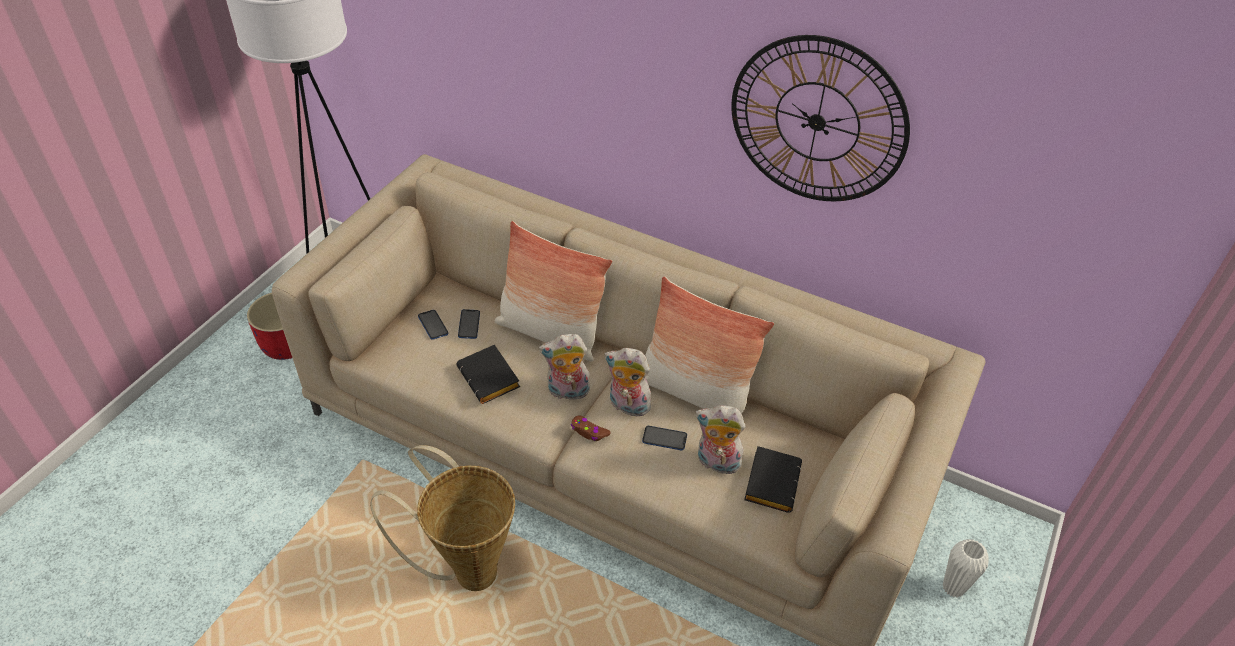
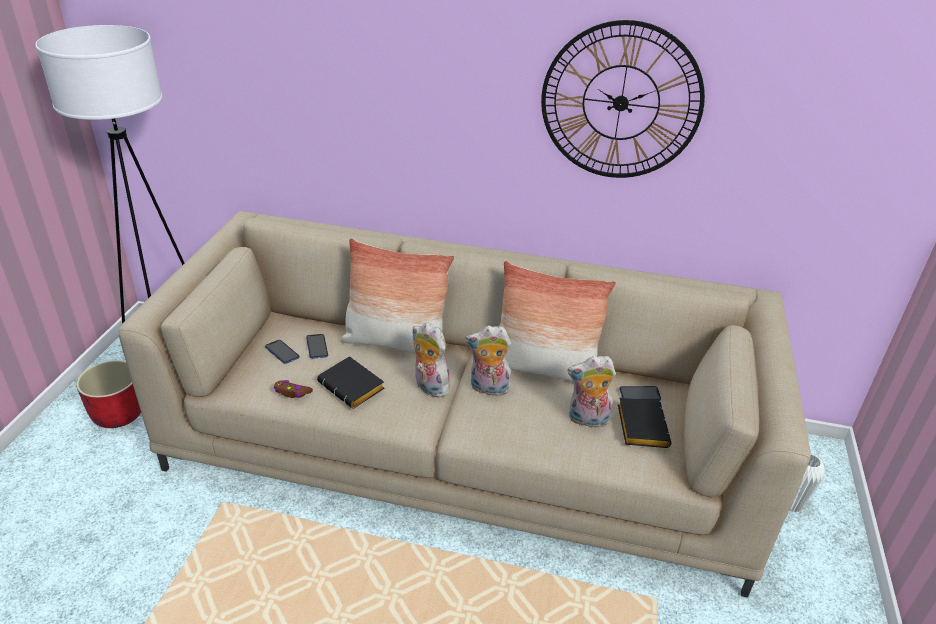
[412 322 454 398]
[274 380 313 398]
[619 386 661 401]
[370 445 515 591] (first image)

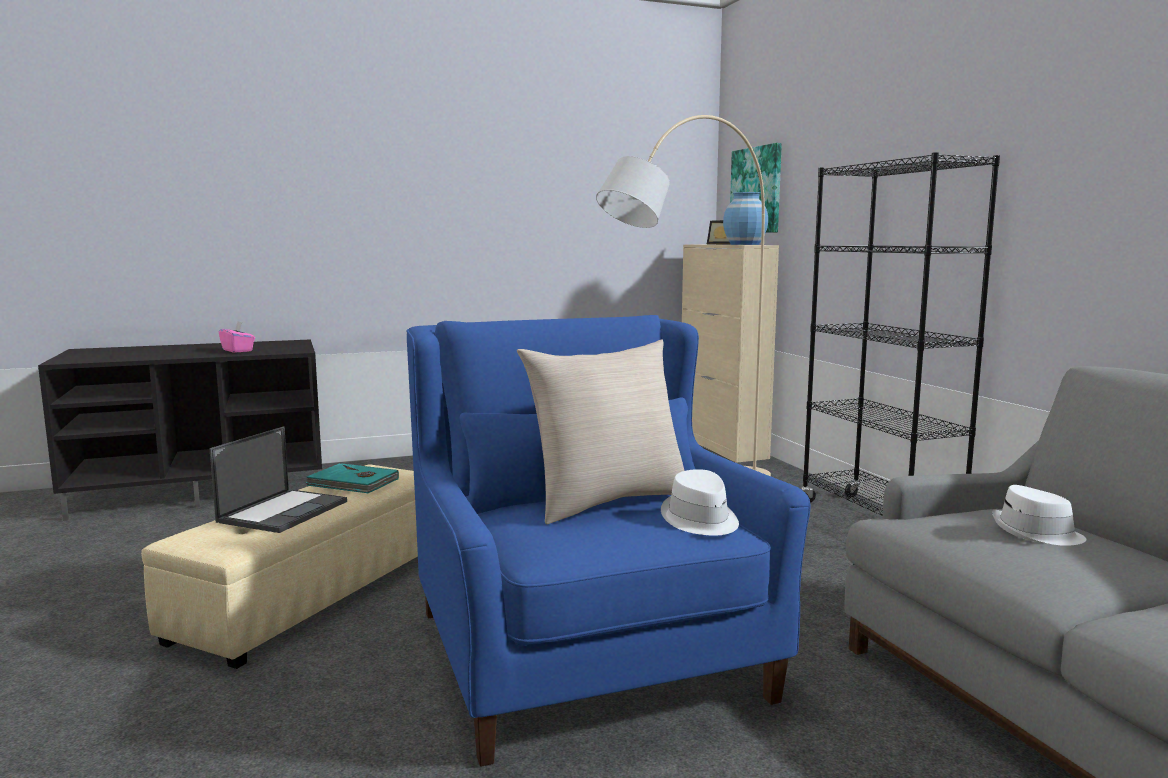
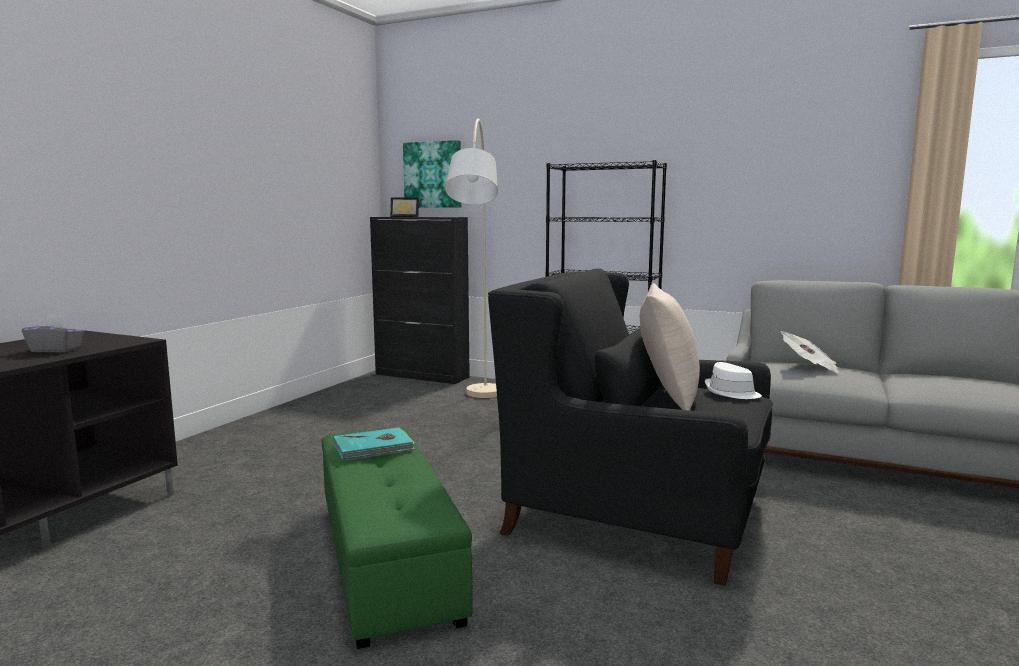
[723 192 768 245] (first image)
[370 217 470 384]
[488 268 773 586]
[22 315 84 353]
[209 426 347 533] (first image)
[321 427 473 649]
[780 331 838 373]

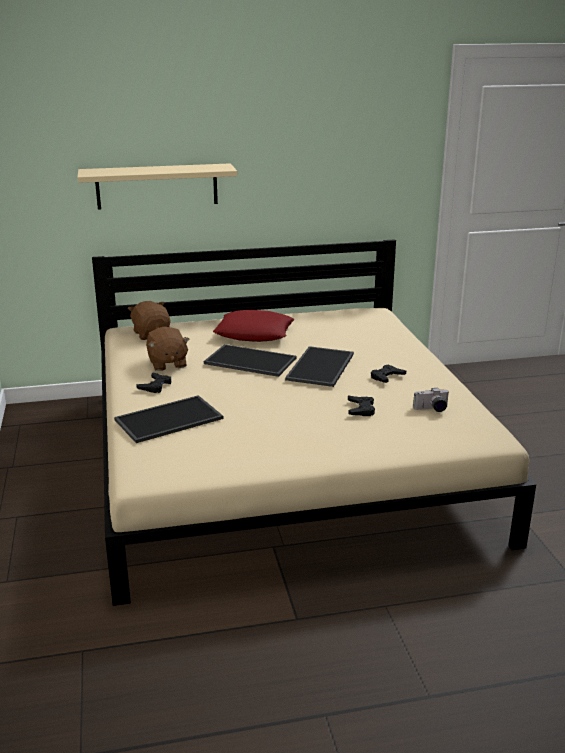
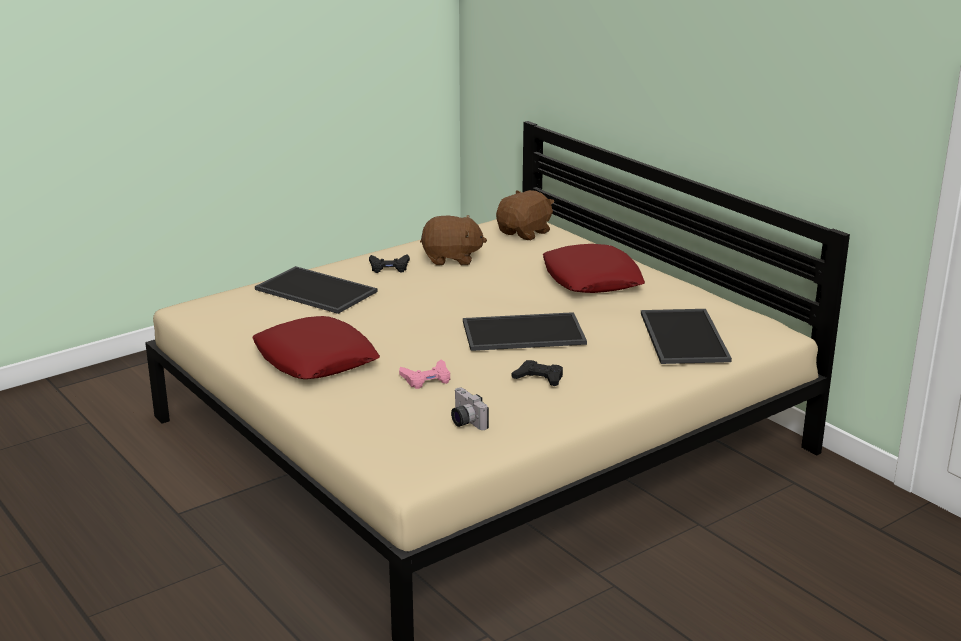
[77 163 237 210] (first image)
[420 215 487 265]
[641 309 732 364]
[399 359 450 389]
[252 316 380 379]

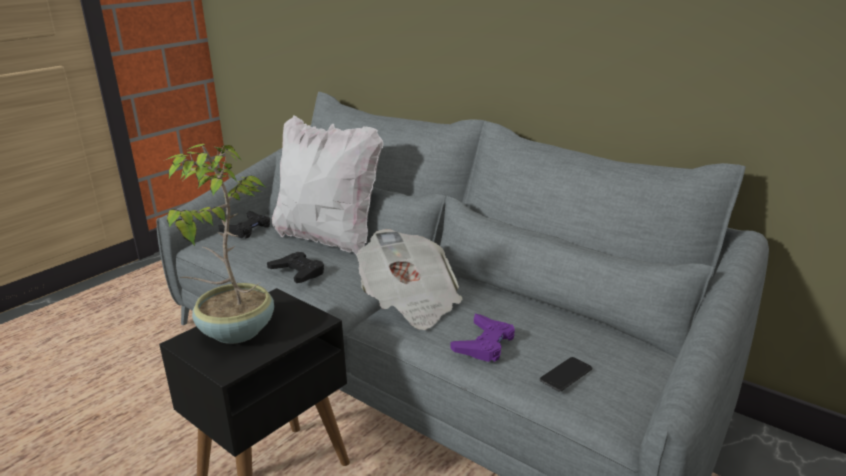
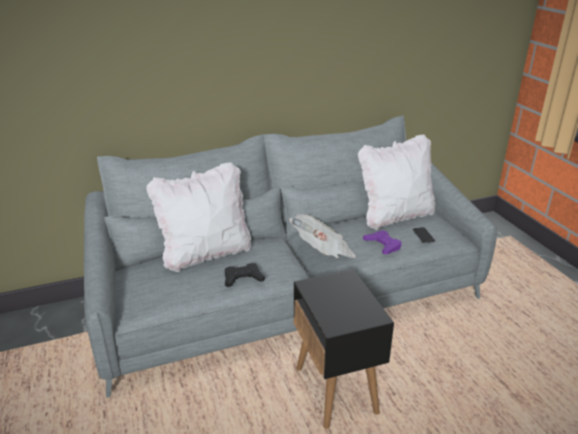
[163 144 274 344] (first image)
[218 211 270 238] (first image)
[358 135 435 230]

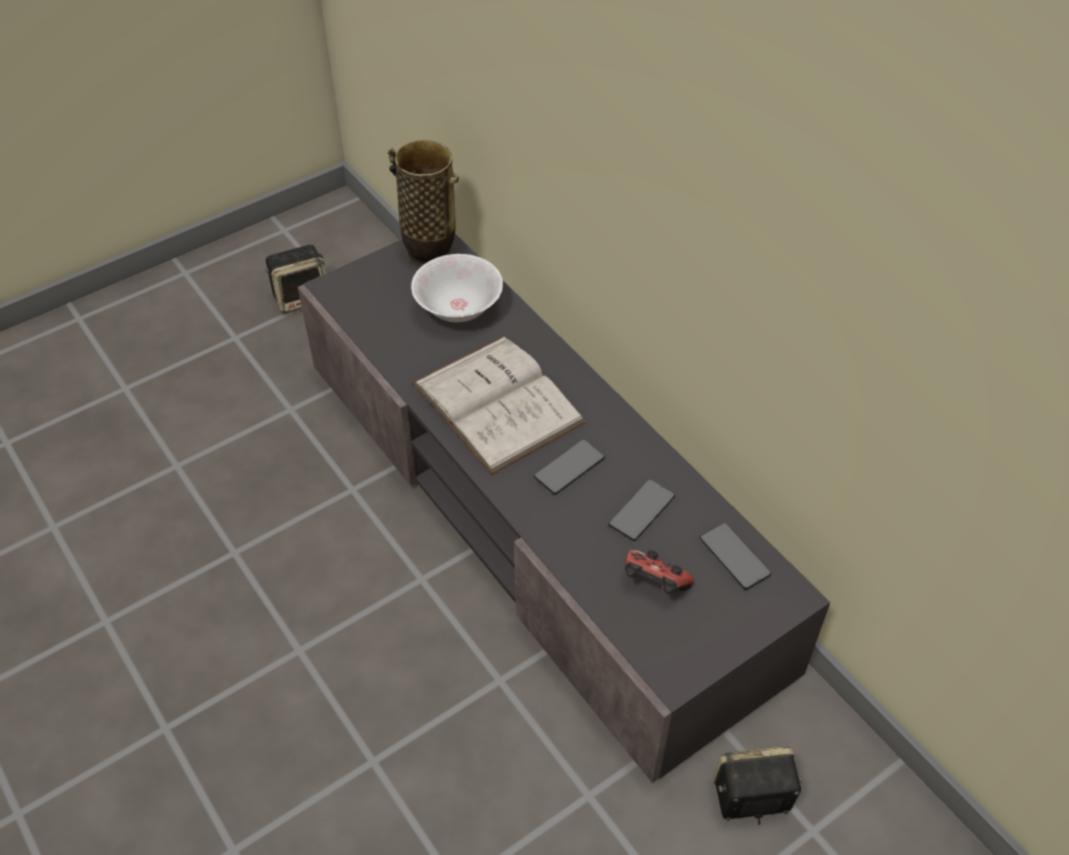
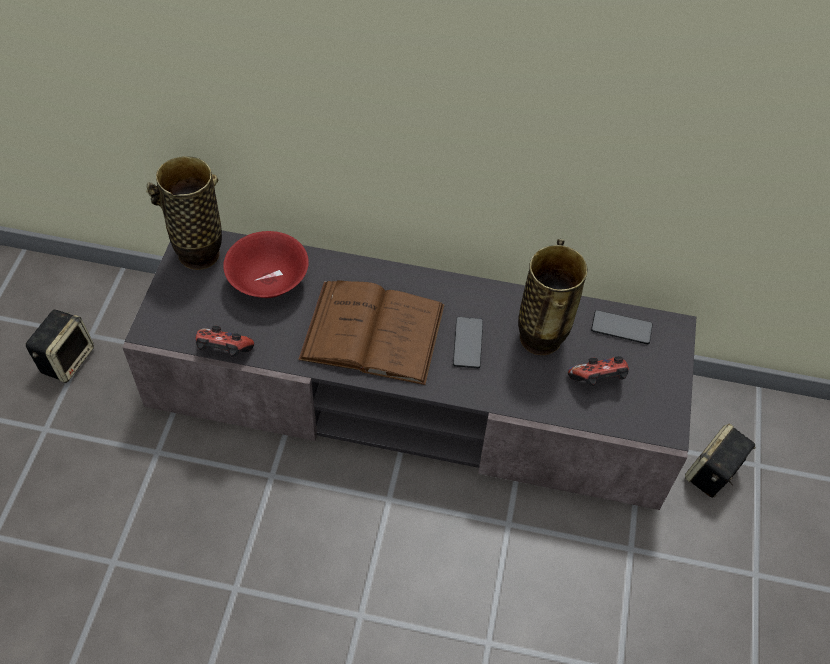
[223 231 309 298]
[298 280 445 385]
[518 239 588 355]
[195 326 254 357]

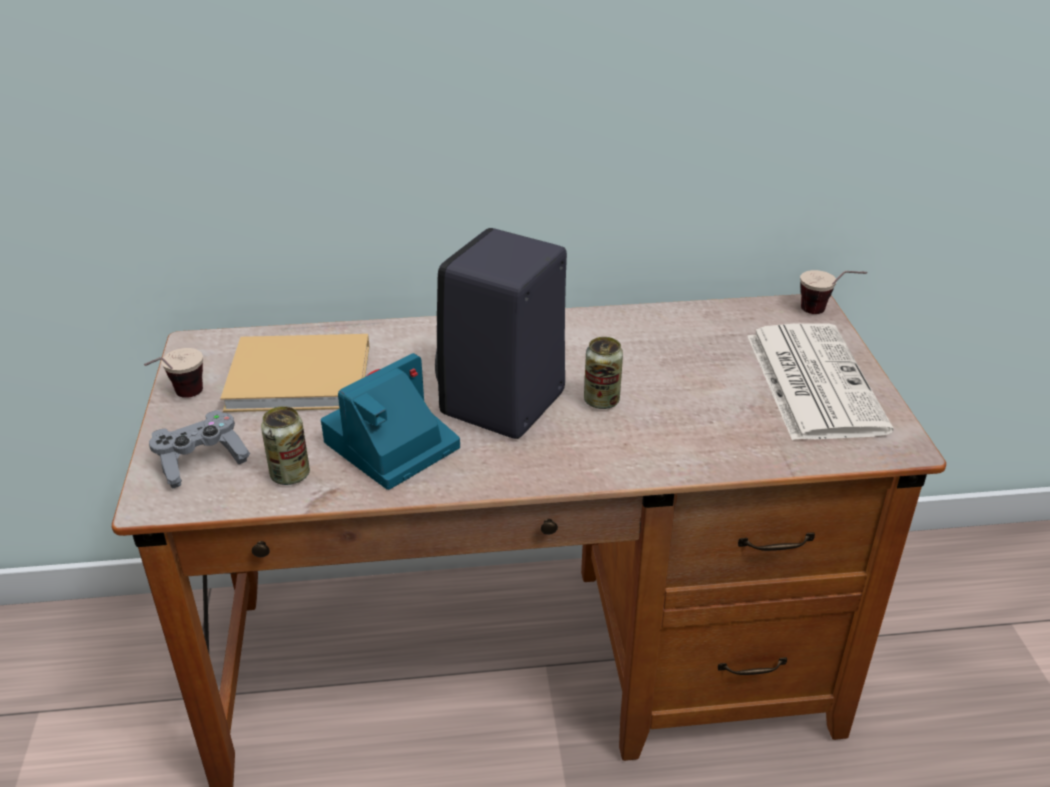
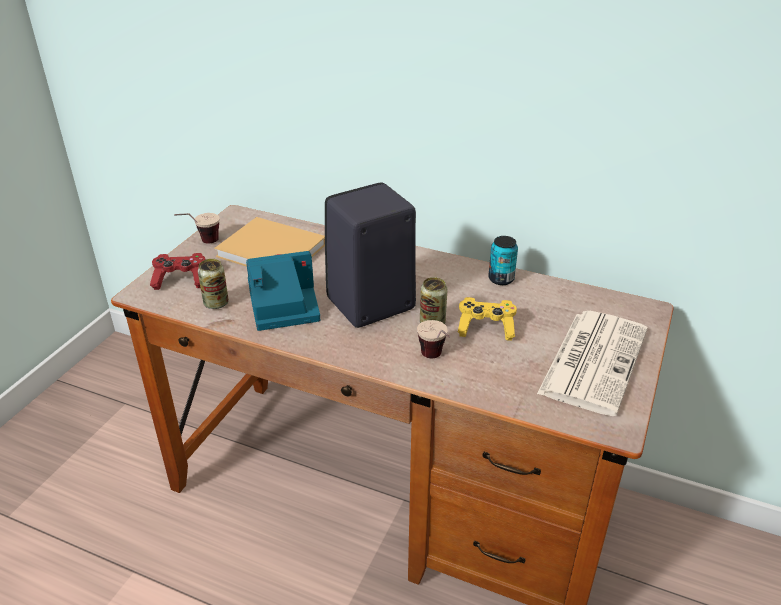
[417 320 450 358]
[150 253 205 290]
[488 236 518 285]
[458 297 517 341]

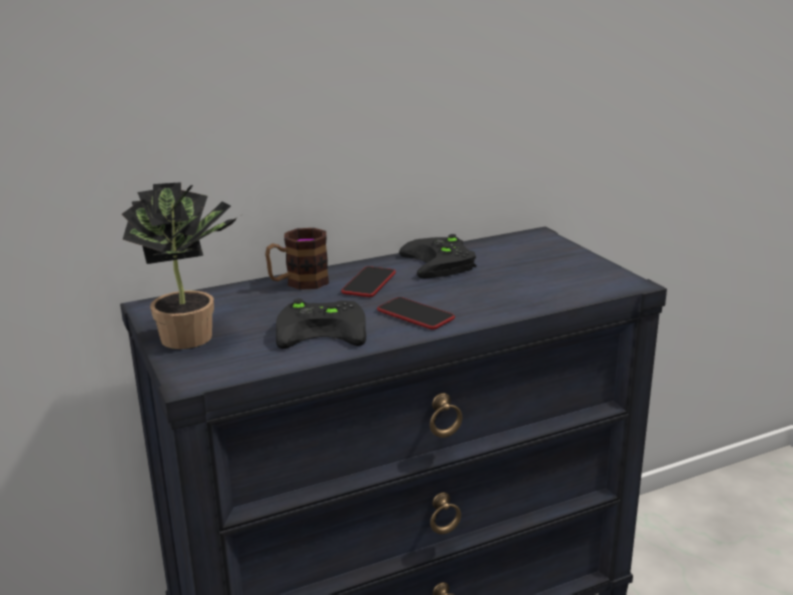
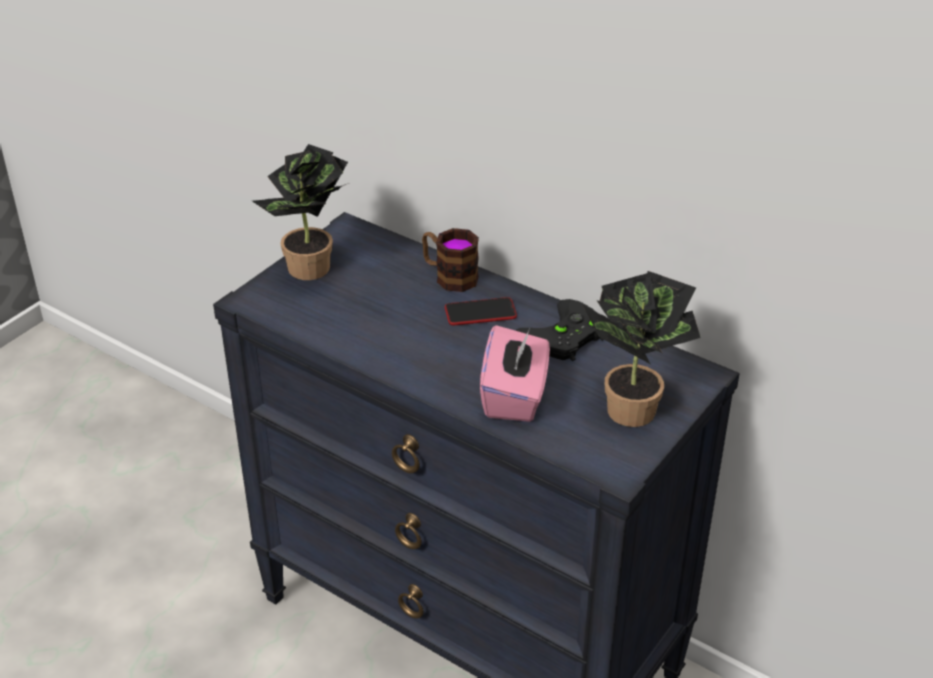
[377 297 455 330] (first image)
[276 298 366 349] (first image)
[582 271 701 427]
[480 325 550 422]

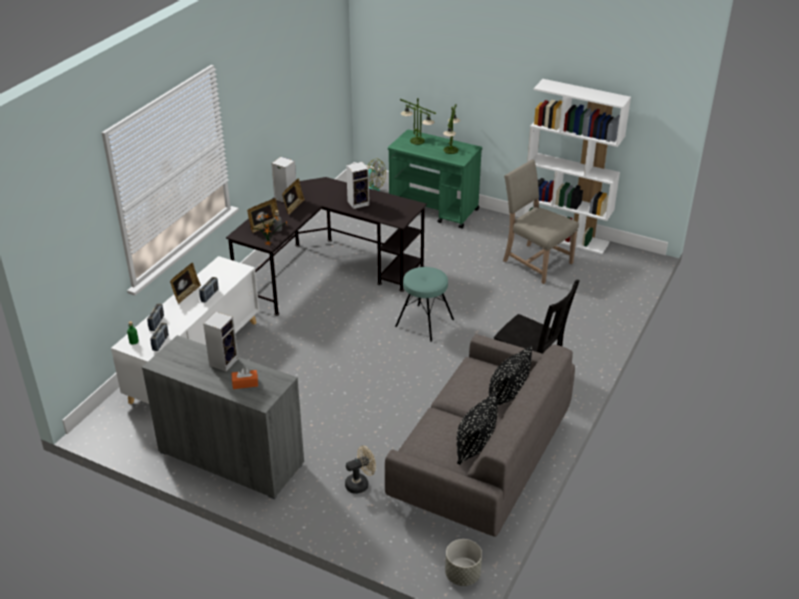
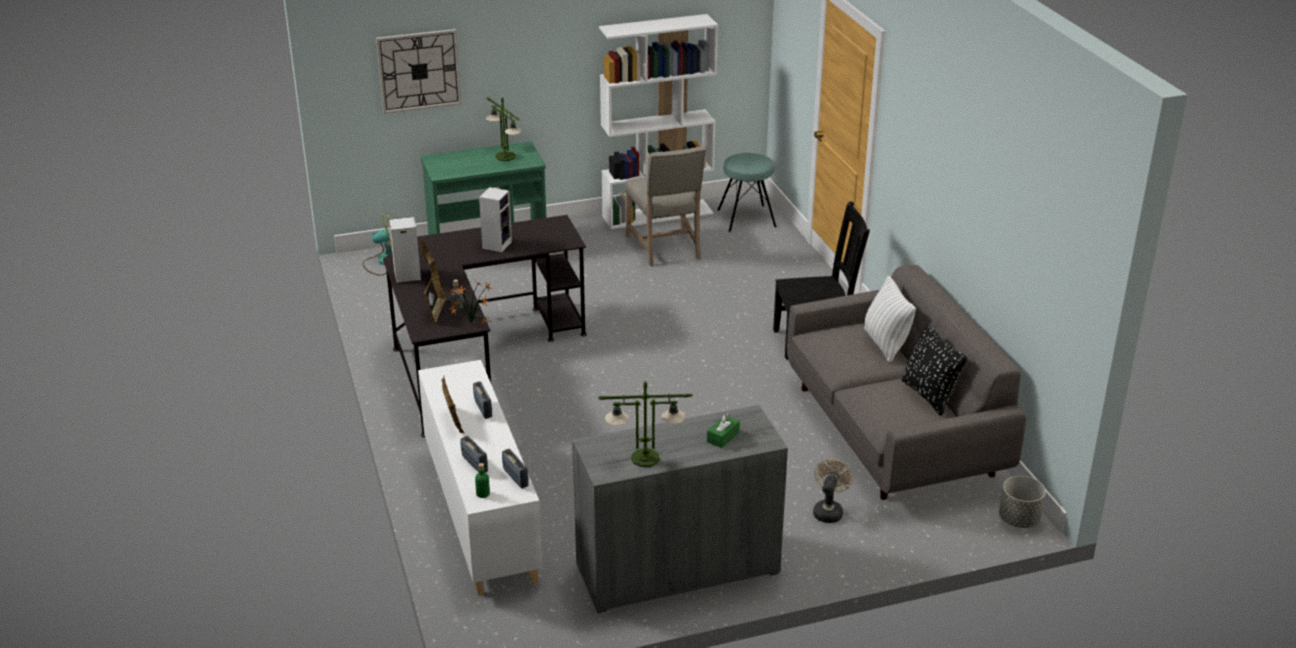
[598 381 693 467]
[625 146 706 267]
[718 153 777 232]
[203 312 238 371] (first image)
[864 276 916 363]
[707 413 740 448]
[376 29 462 114]

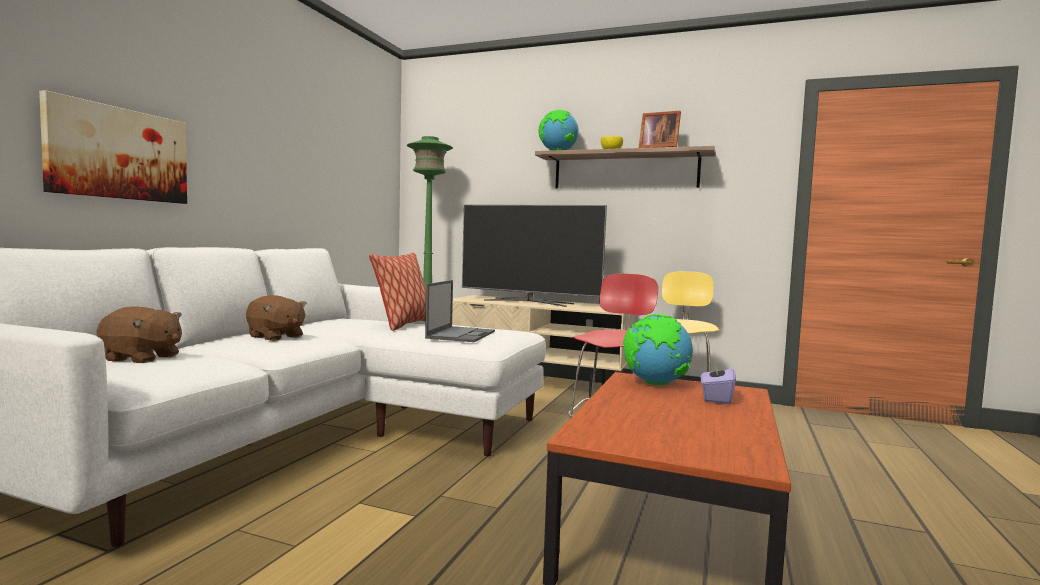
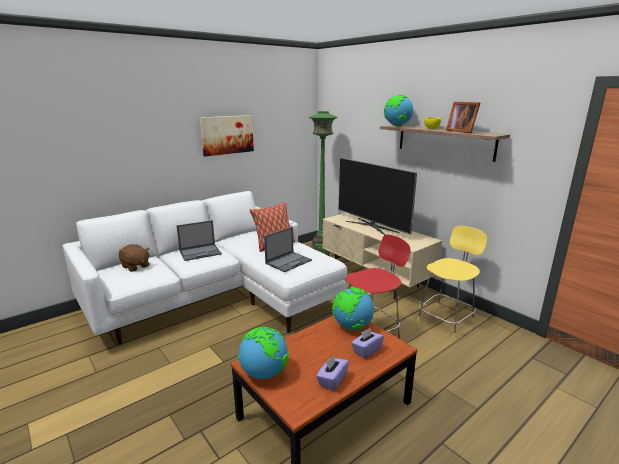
[200 115 254 156]
[176 220 222 261]
[238 327 289 379]
[316 355 349 391]

